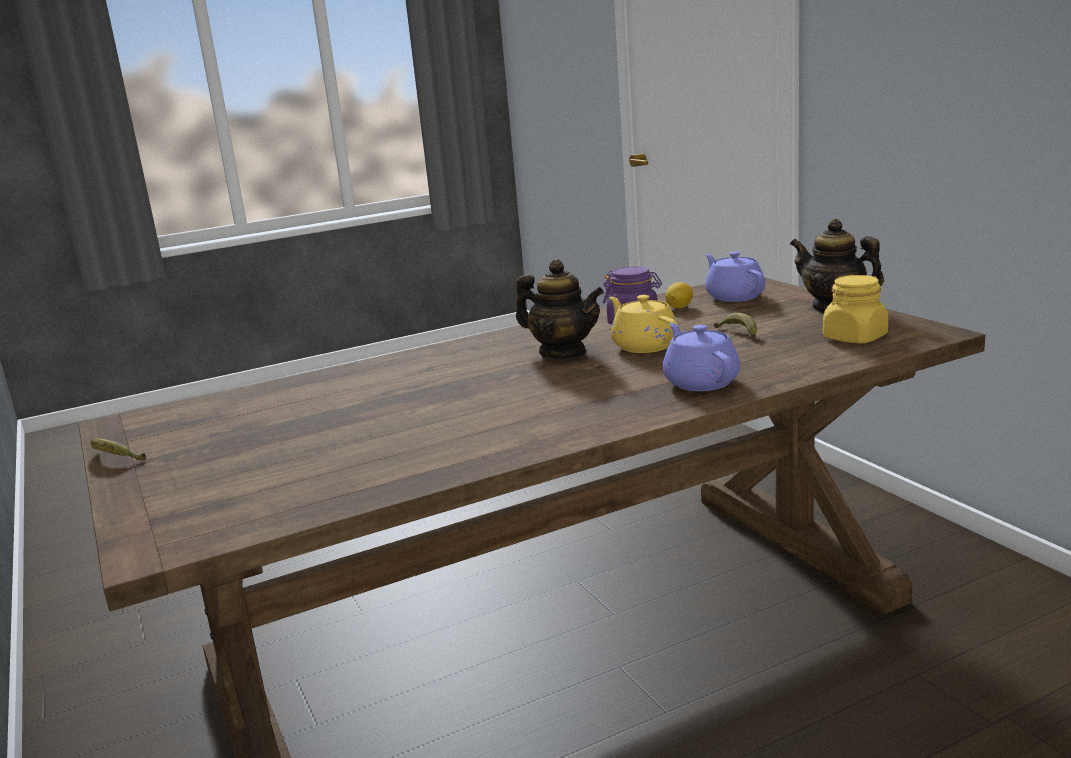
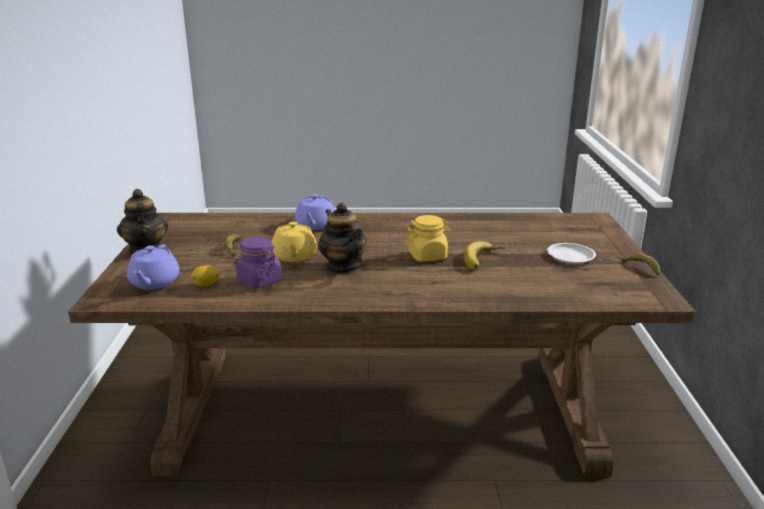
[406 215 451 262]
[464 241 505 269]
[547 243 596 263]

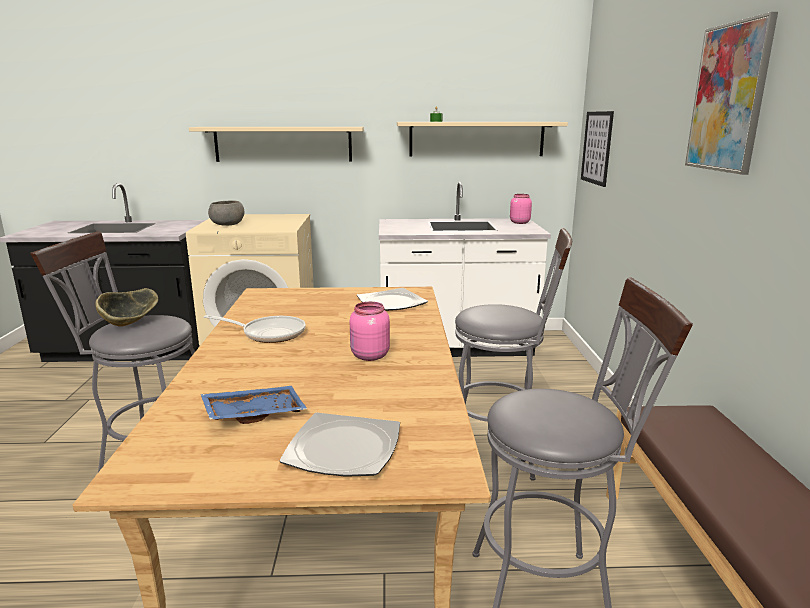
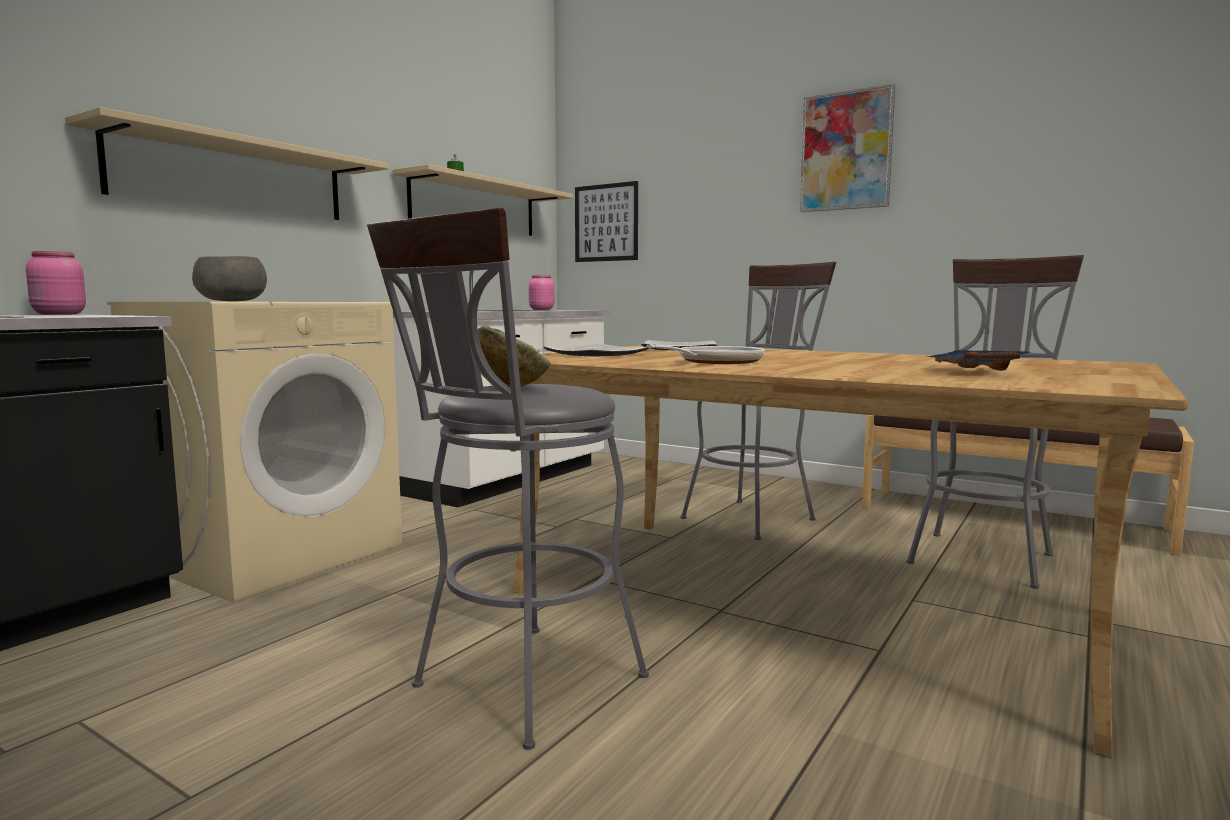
[26 251 86 315]
[543 344 649 357]

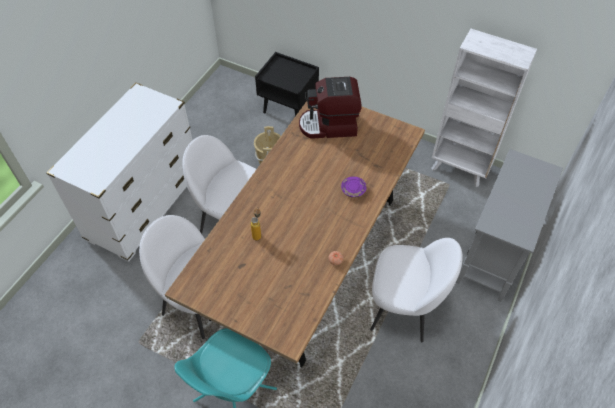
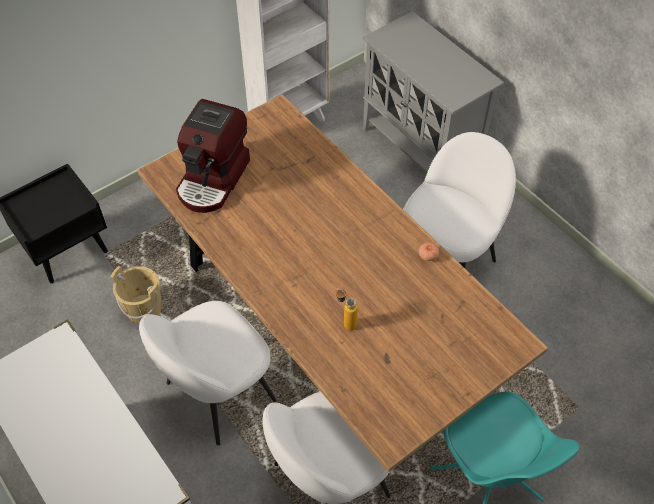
[341 177 367 198] (first image)

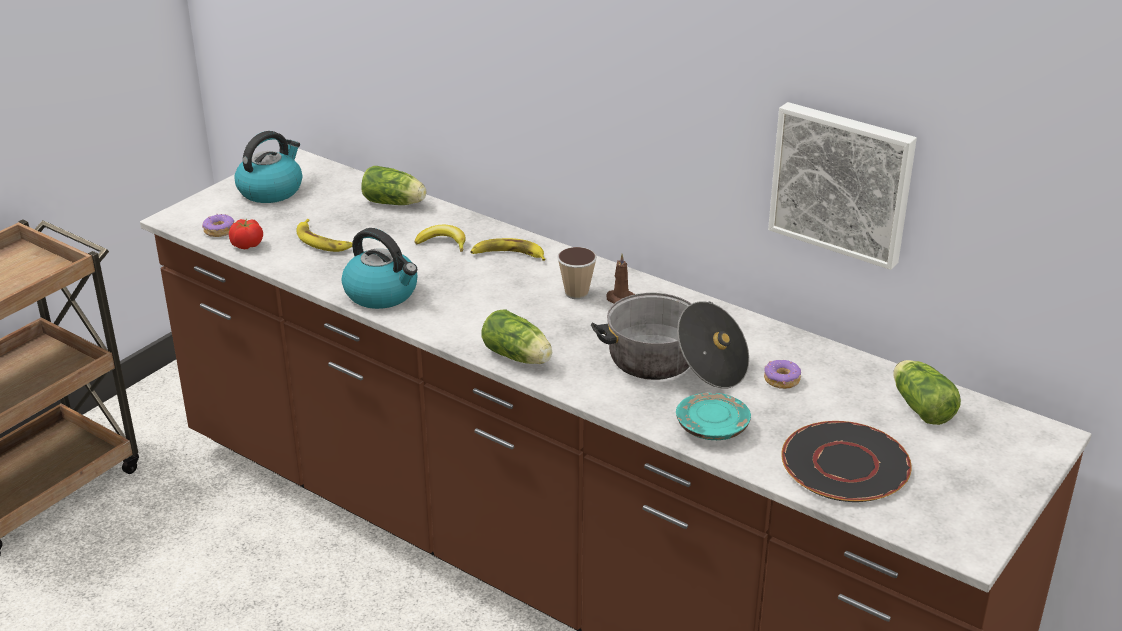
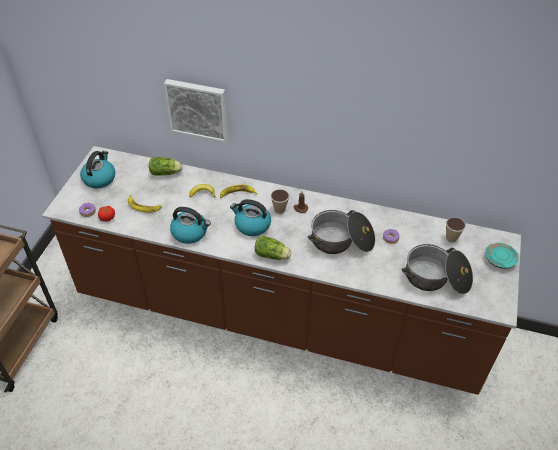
[164 79 228 142]
[446 217 466 243]
[485 243 519 269]
[402 244 473 294]
[230 199 271 236]

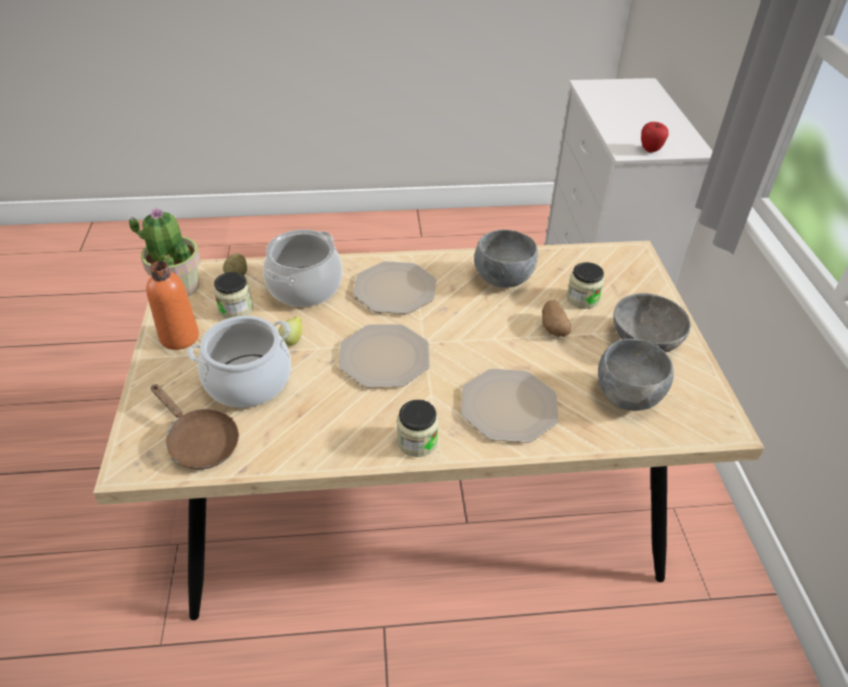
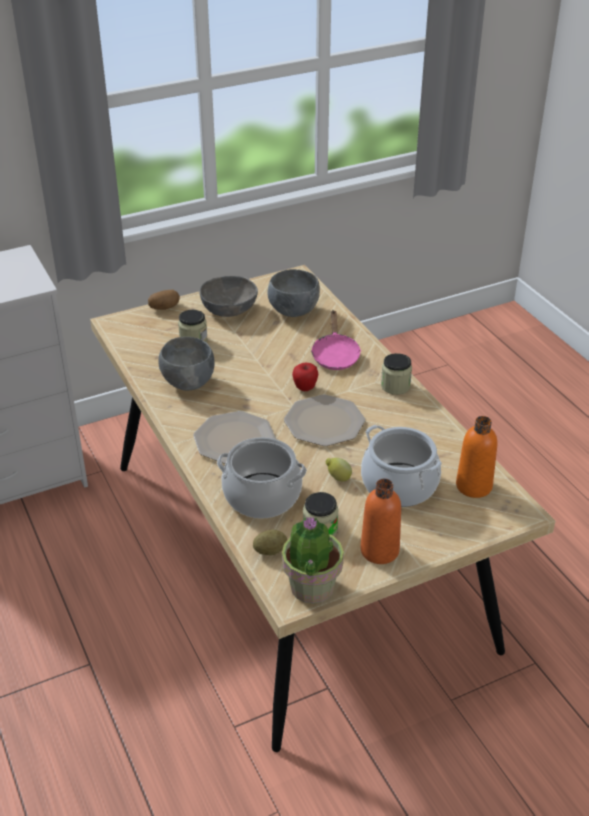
[292 363 318 391]
[148 290 180 310]
[311 310 361 370]
[456 416 497 498]

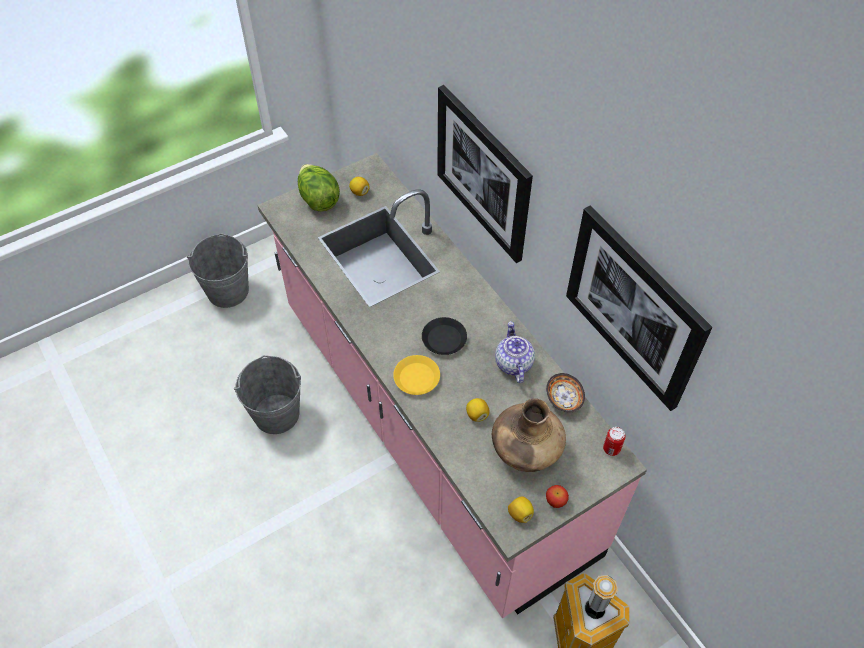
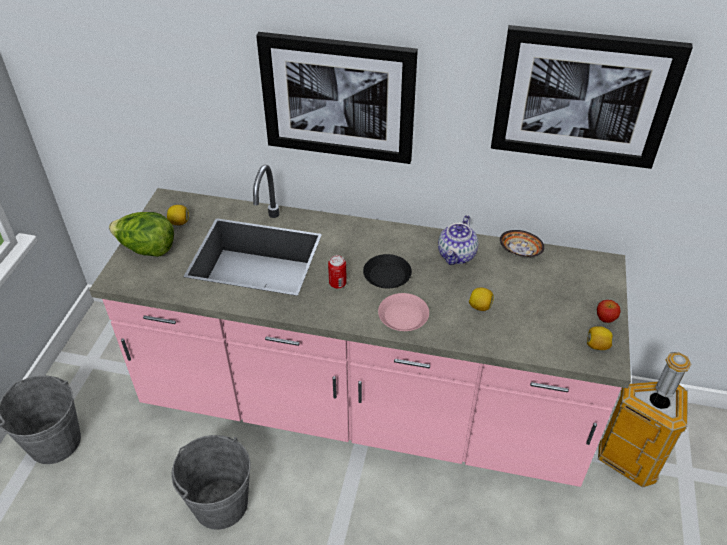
[438 215 479 265]
[378 293 429 331]
[492 398 566 472] (first image)
[328 255 347 289]

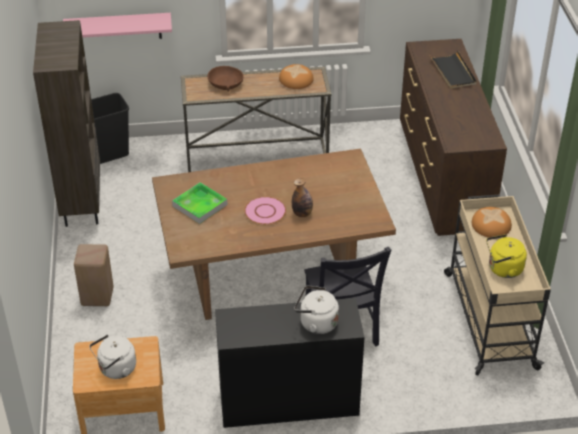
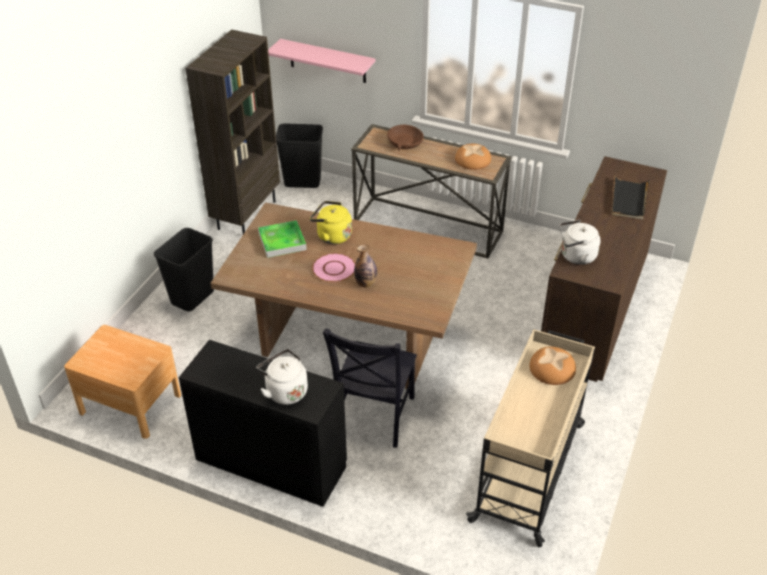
[310 201 352 244]
[154 228 214 311]
[559 220 600 265]

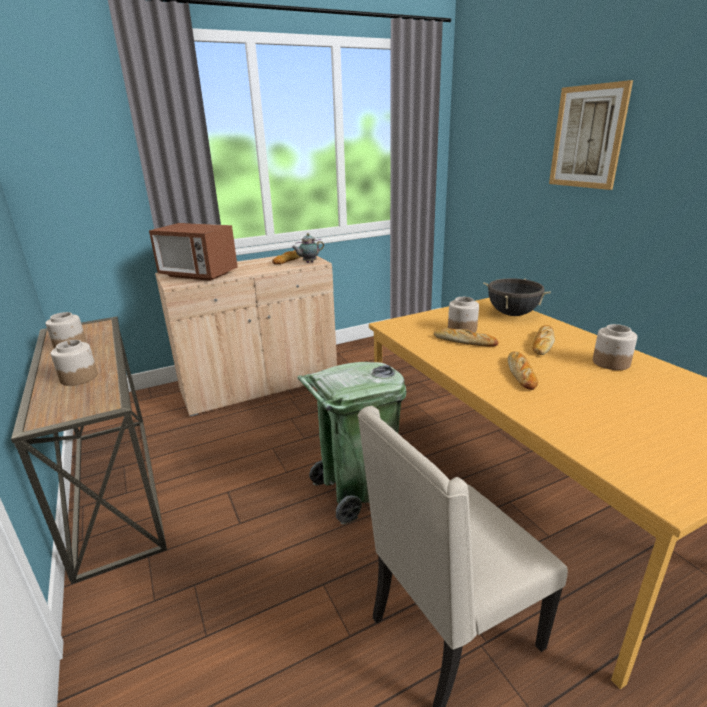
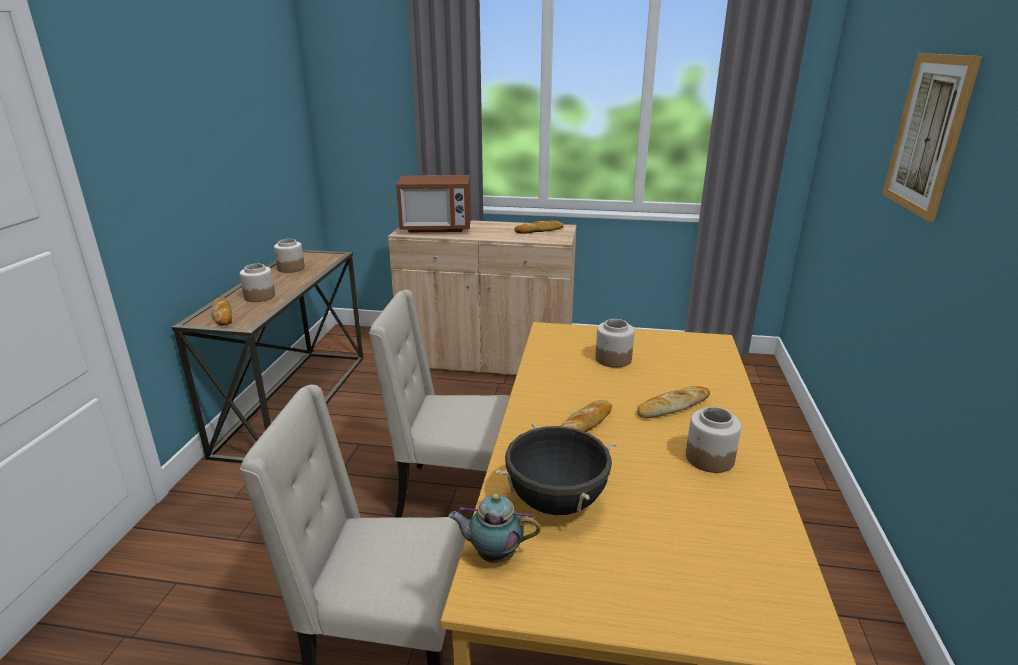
[396 175 471 232]
[448 494 540 563]
[496 423 617 515]
[211 297 232 326]
[369 290 510 518]

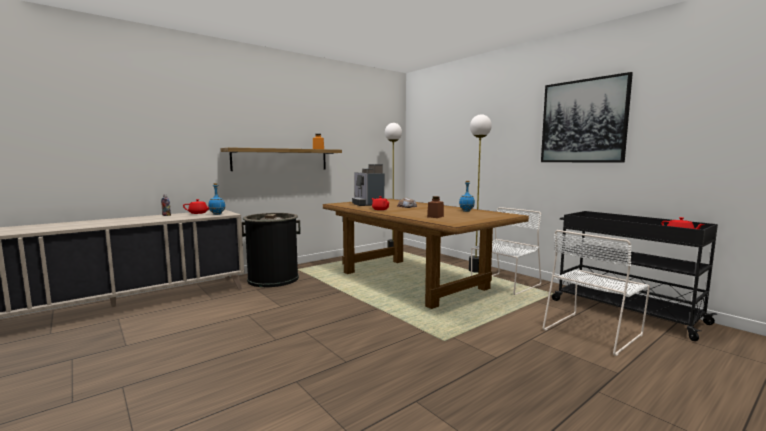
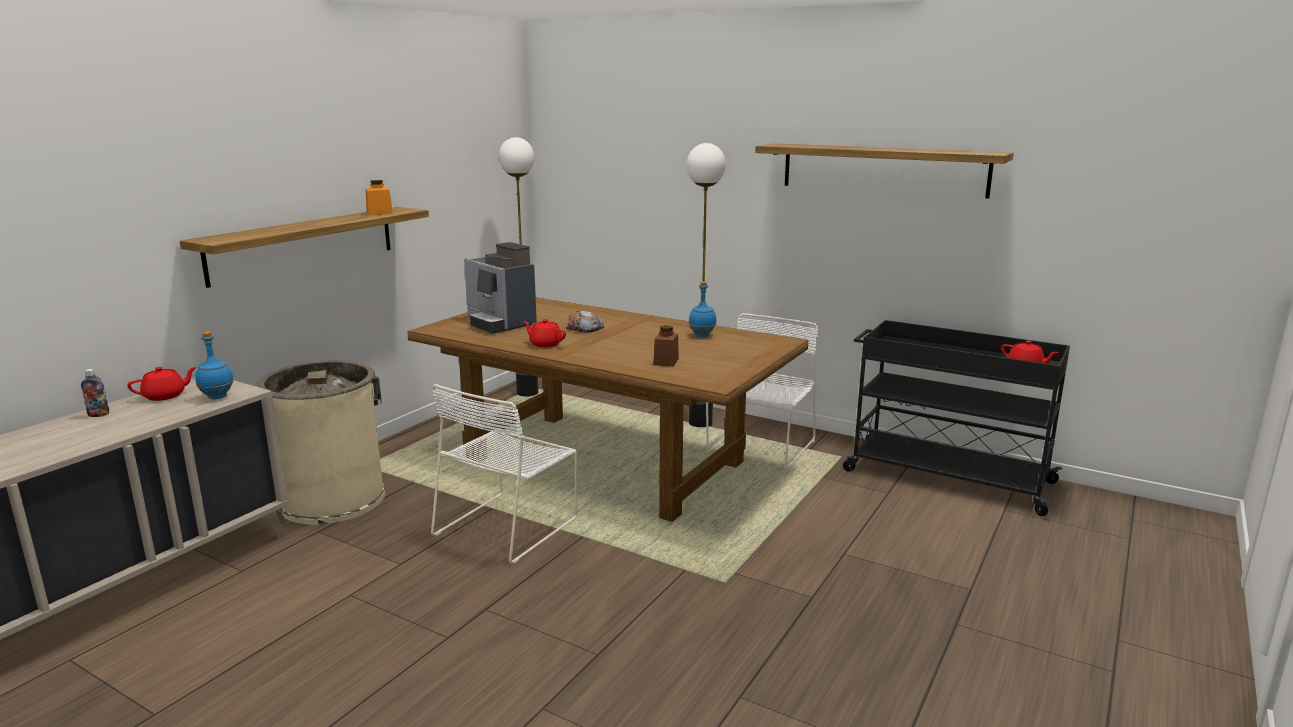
[755 143 1014 198]
[257 361 385 524]
[431 384 577 564]

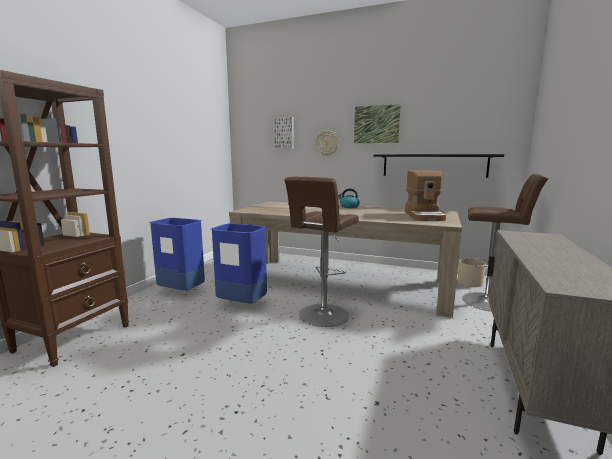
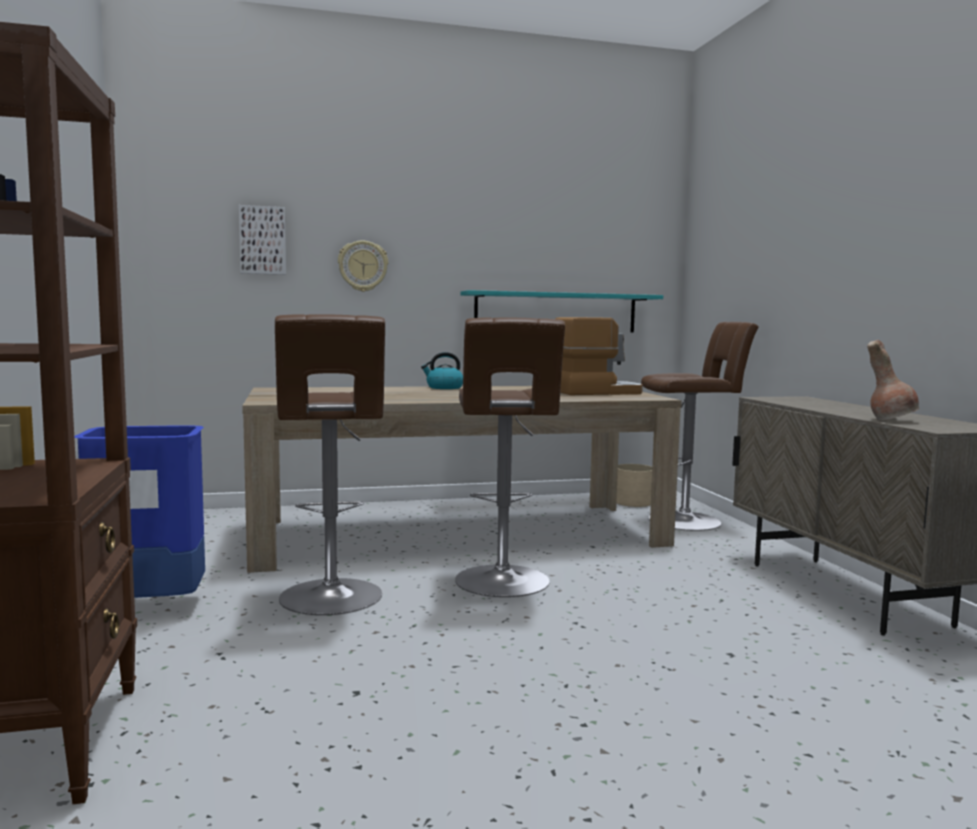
[354 104 401 143] (first image)
[460 290 663 332]
[556 317 643 395]
[275 314 385 615]
[867 340 919 420]

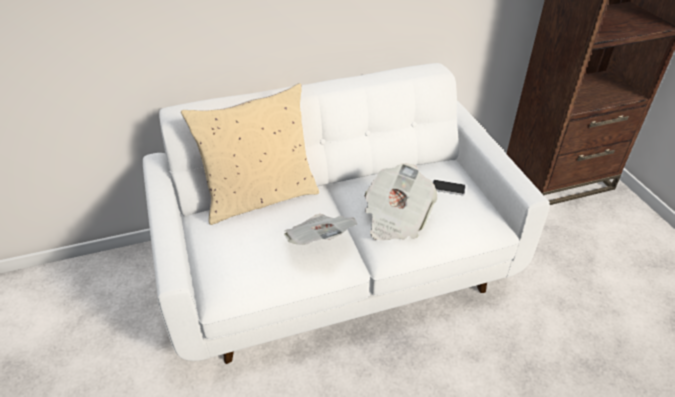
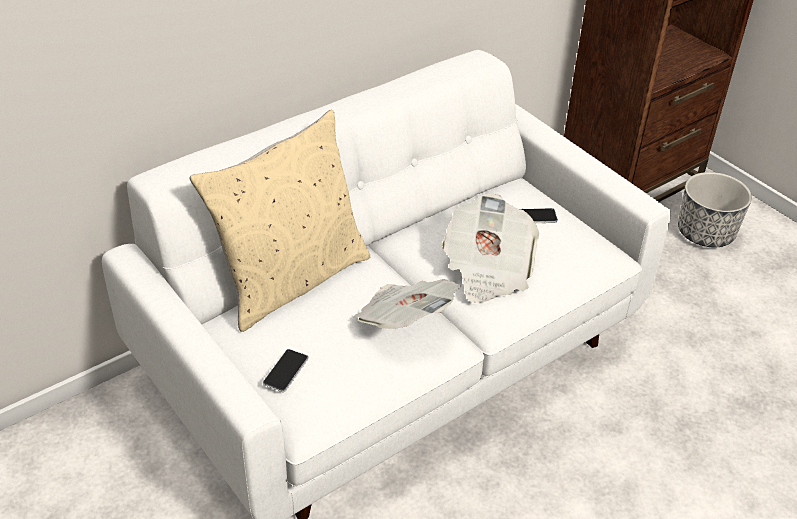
[678 172 752 247]
[263 349 309 392]

